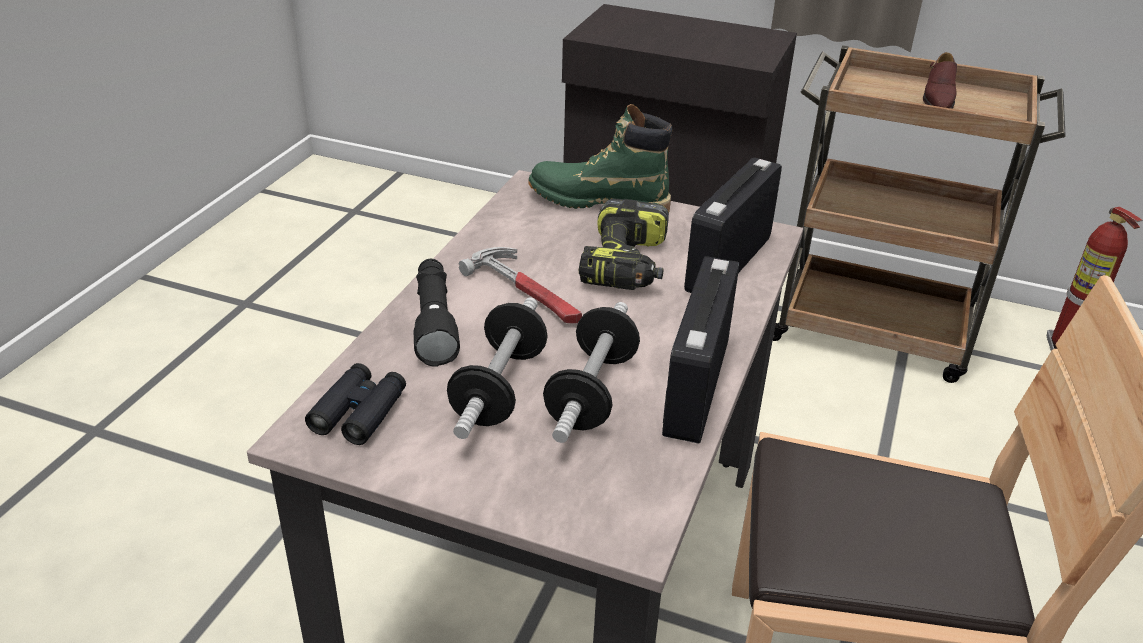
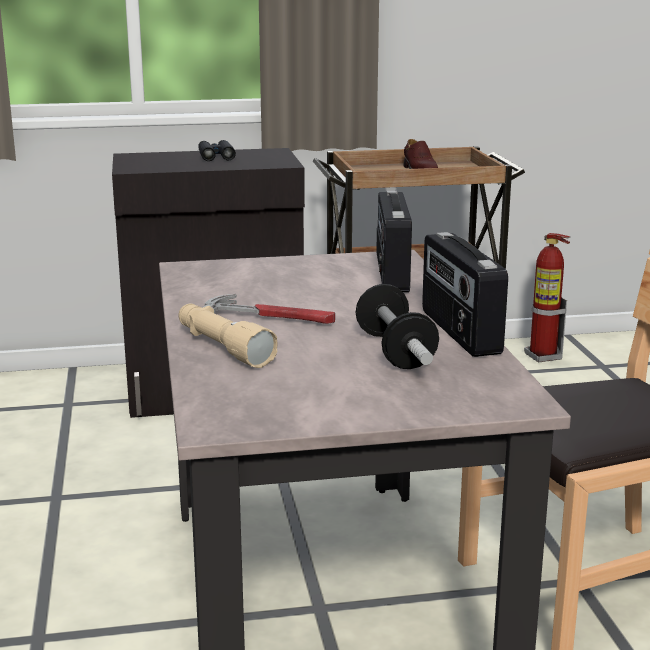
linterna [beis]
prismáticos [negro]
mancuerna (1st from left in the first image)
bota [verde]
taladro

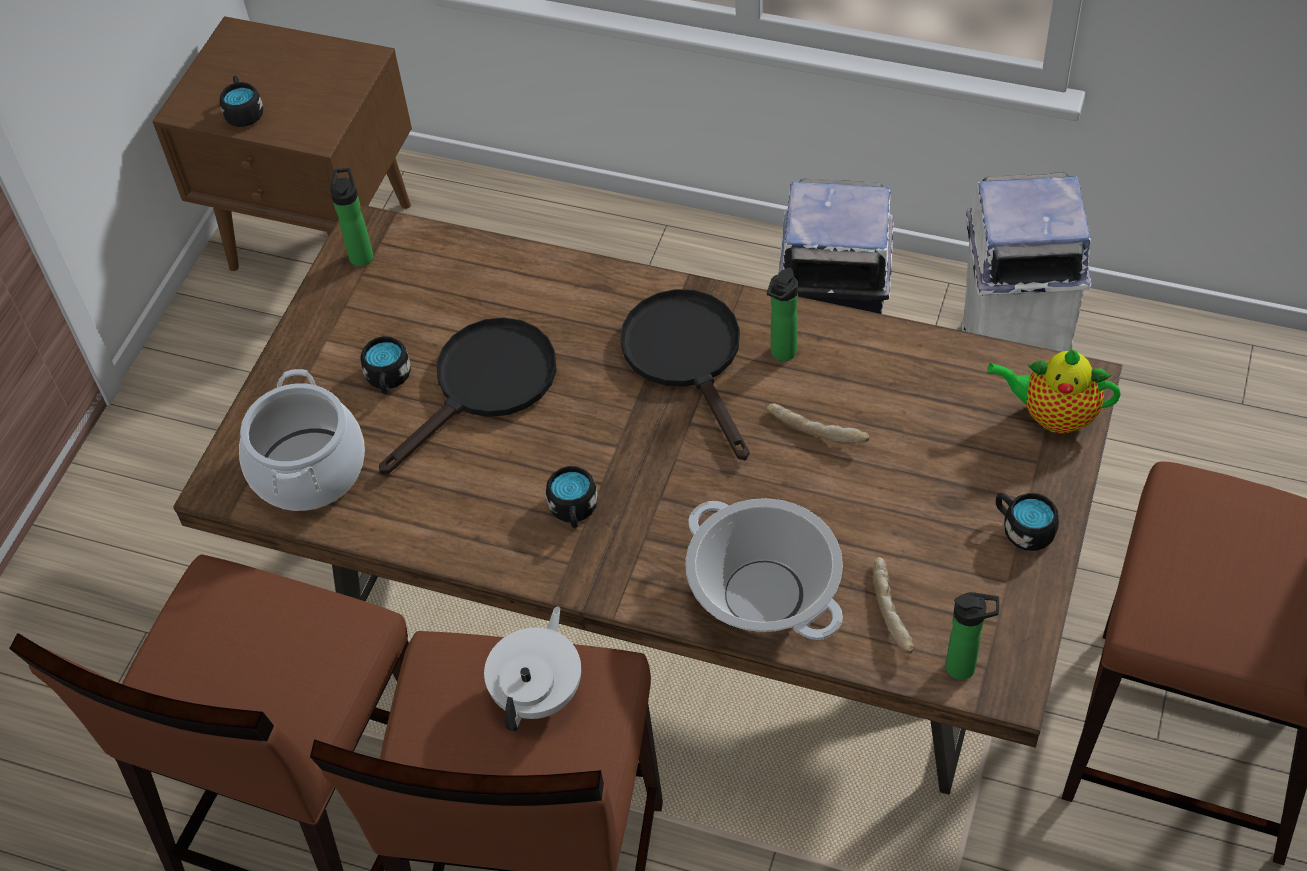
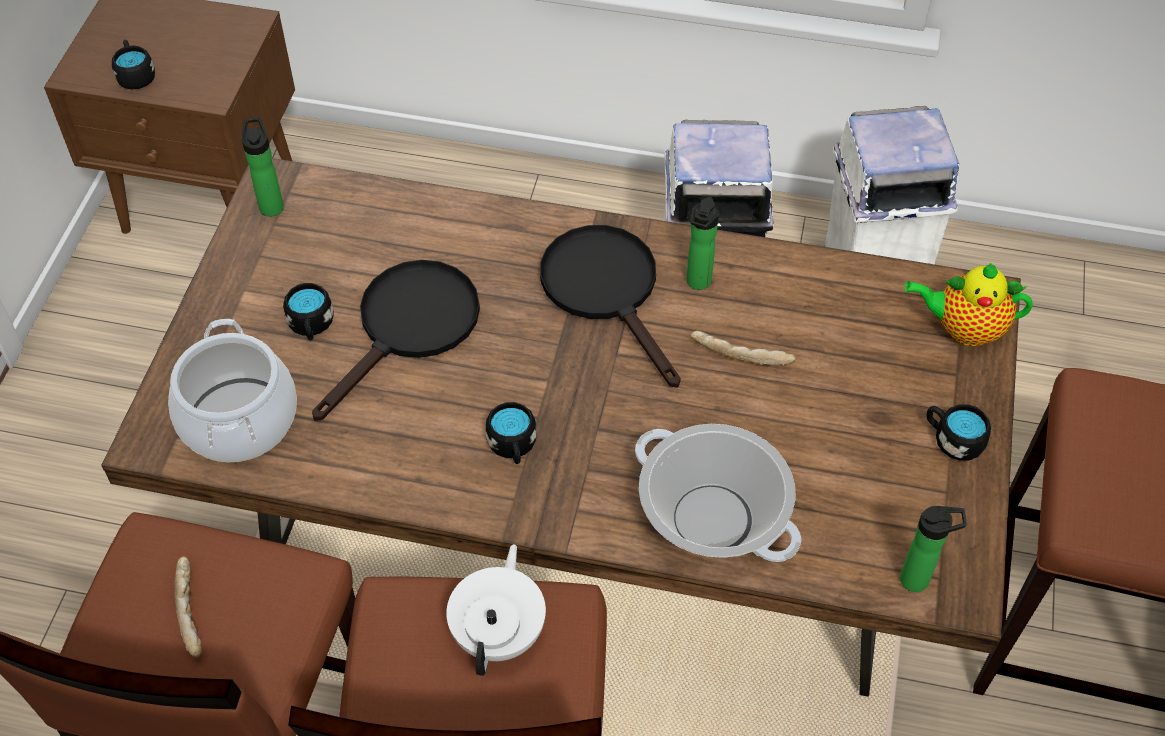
pan (1st from left)

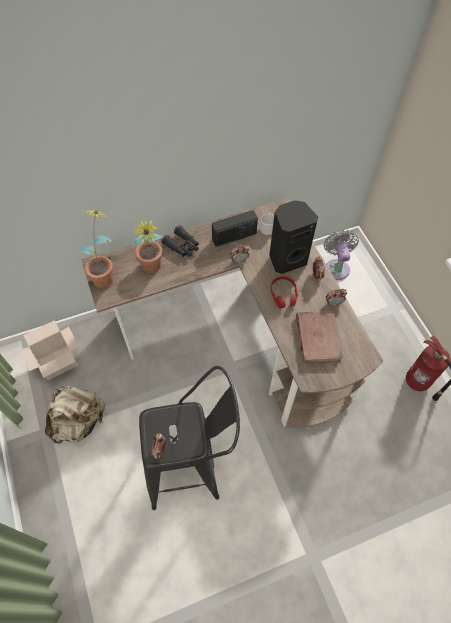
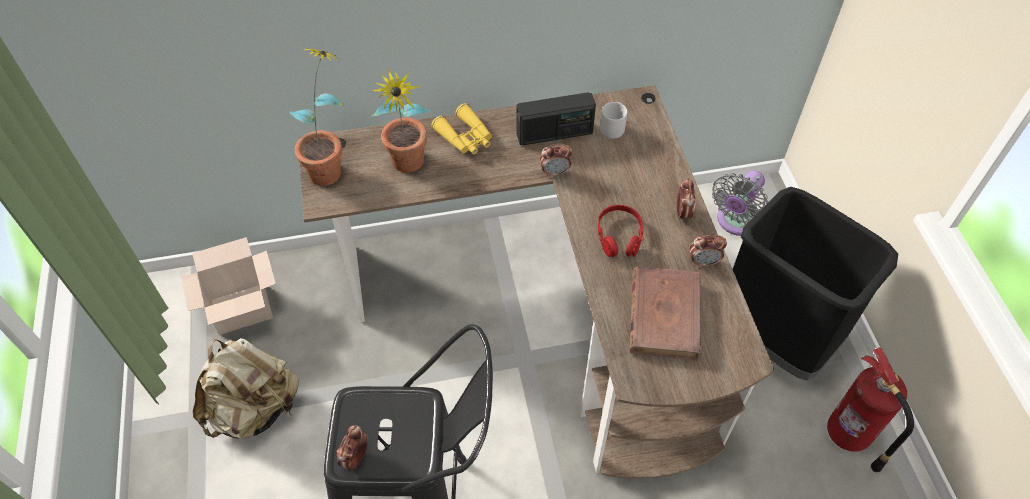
prismáticos [amarillo]
ventilador [gris]
papelera [negro]
altavoz [negro]

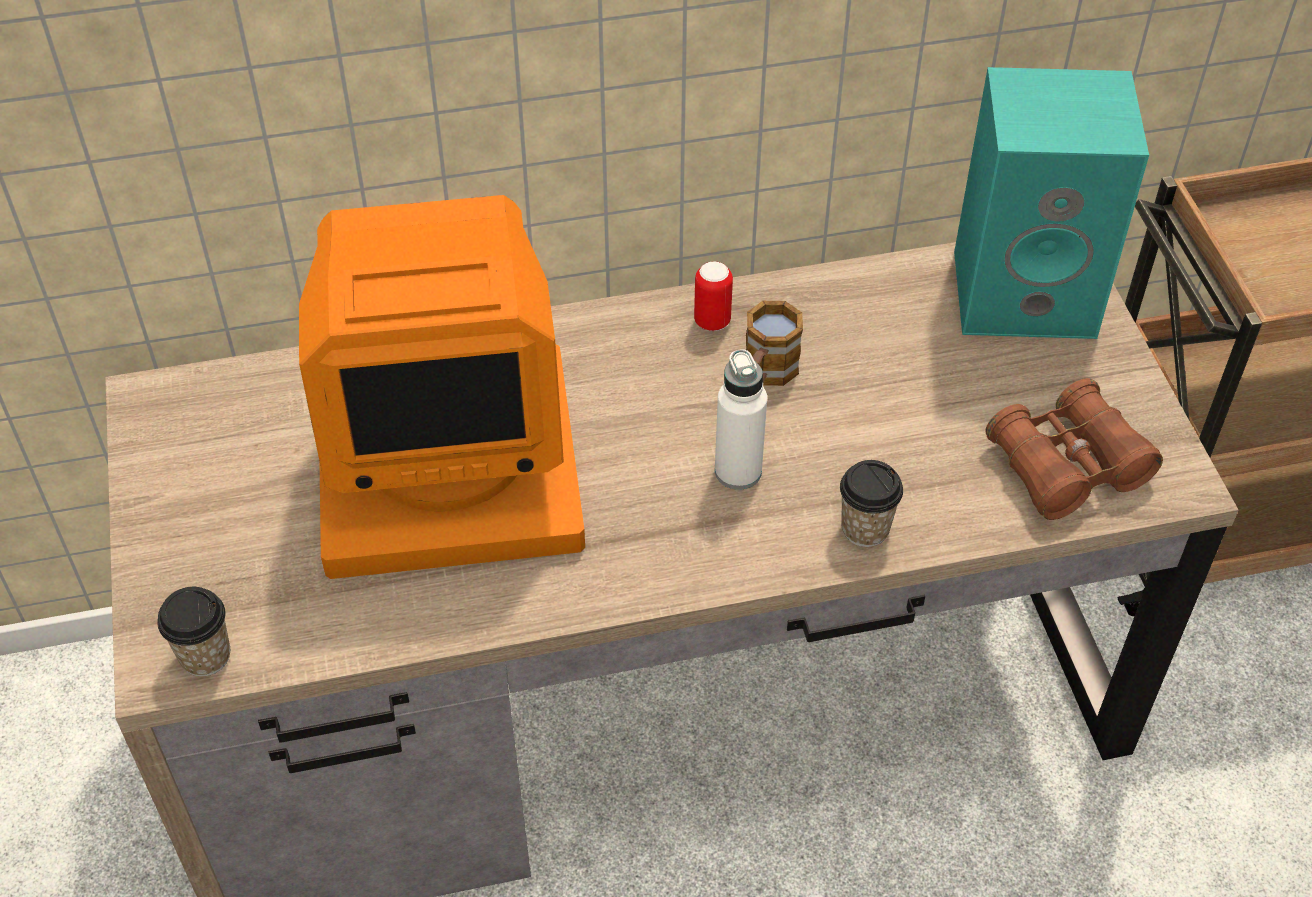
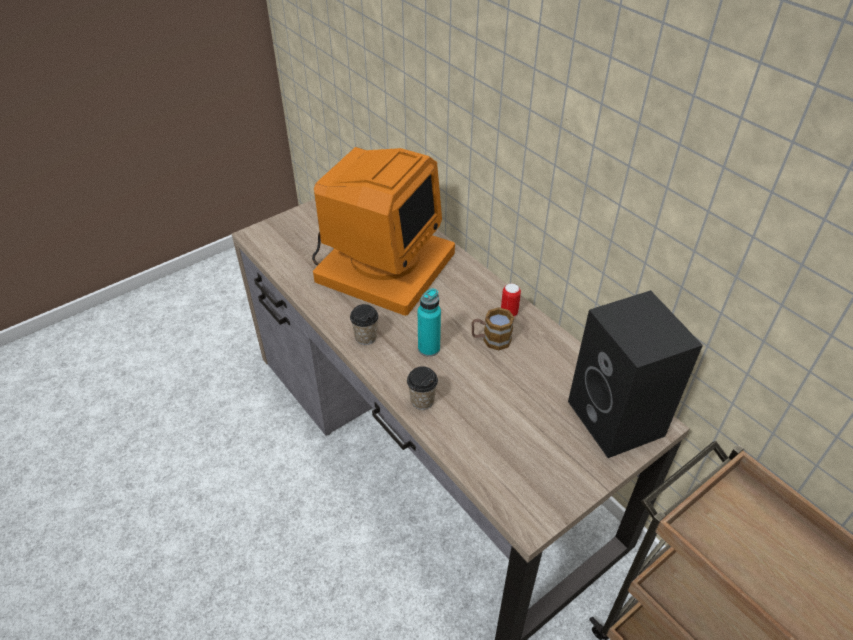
monitor
taza (1st from left)
botella [turquesa]
altavoz [negro]
prismáticos [marrón]

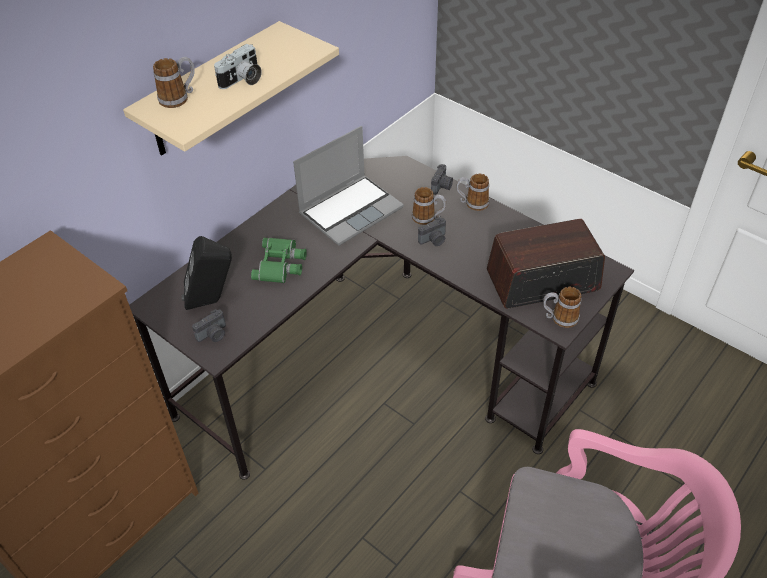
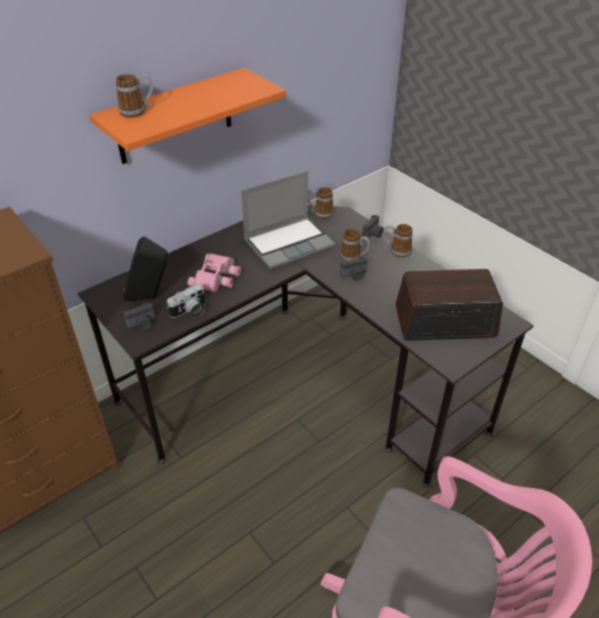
estante [naranja]
cámara (2nd from left)
prismáticos [rosa]
taza grande (2nd from left)

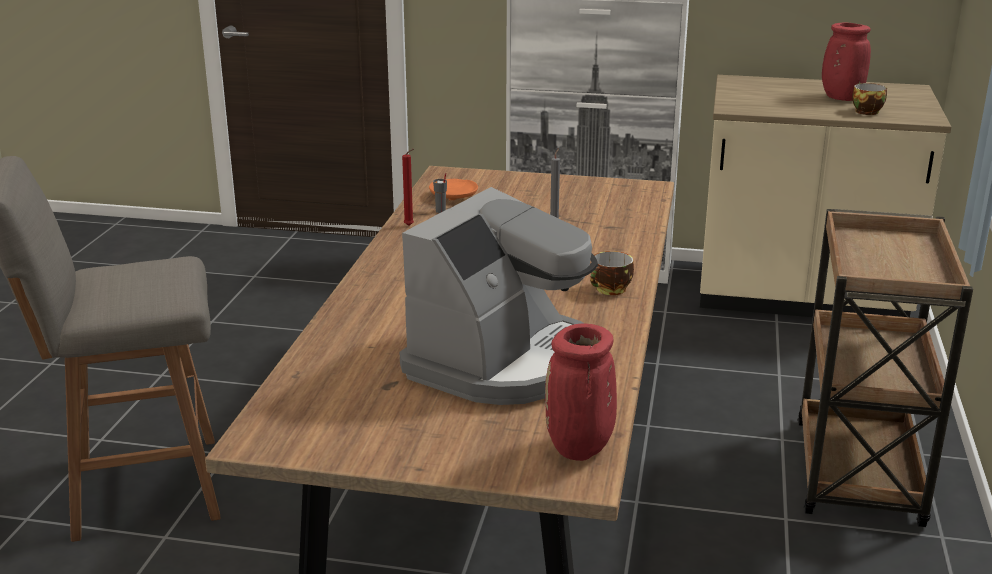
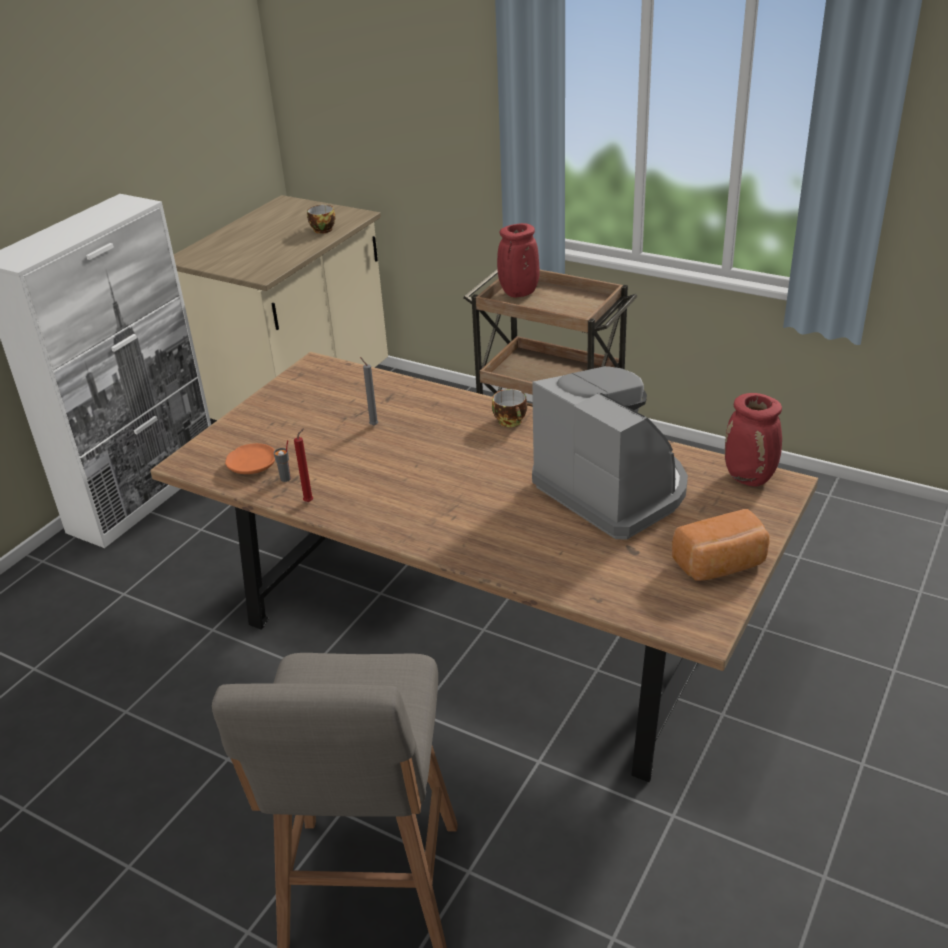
florero [rojo] (1st from left)
pan

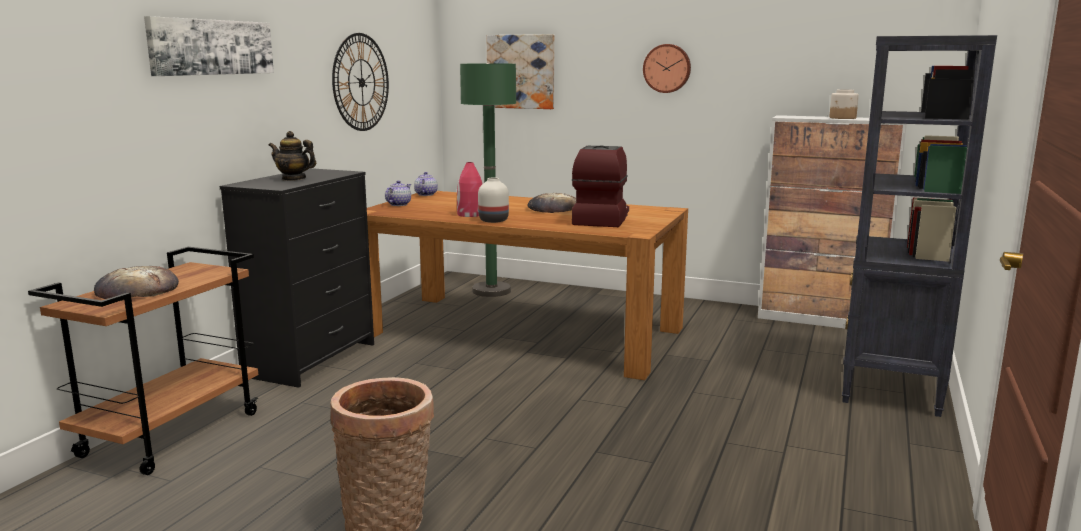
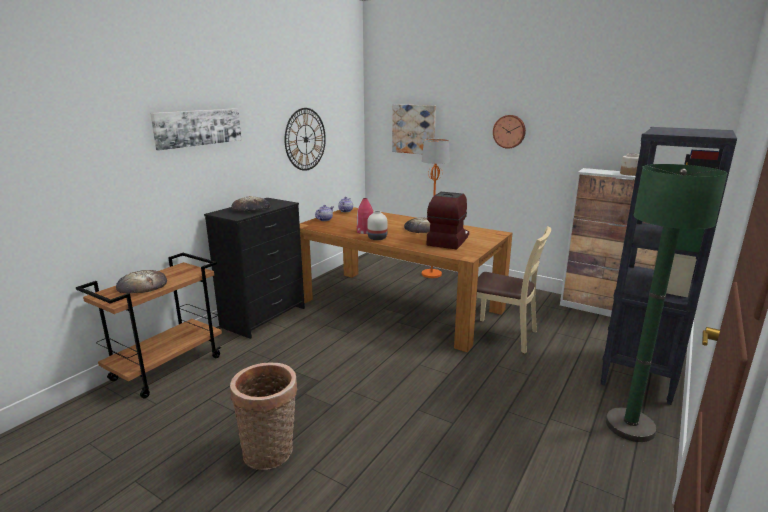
pan (2nd from left)
lámpara de pie [naranja]
silla [beis]
lámpara de pie [verde]

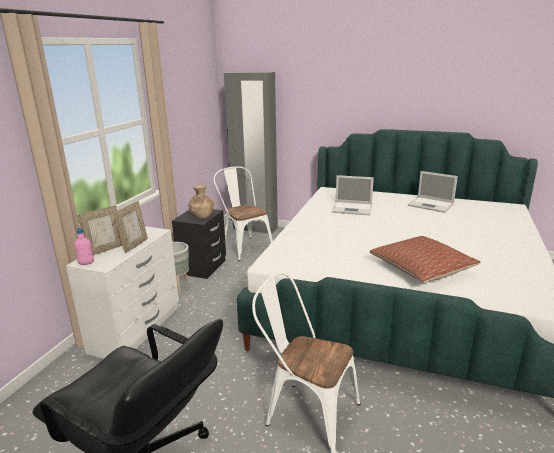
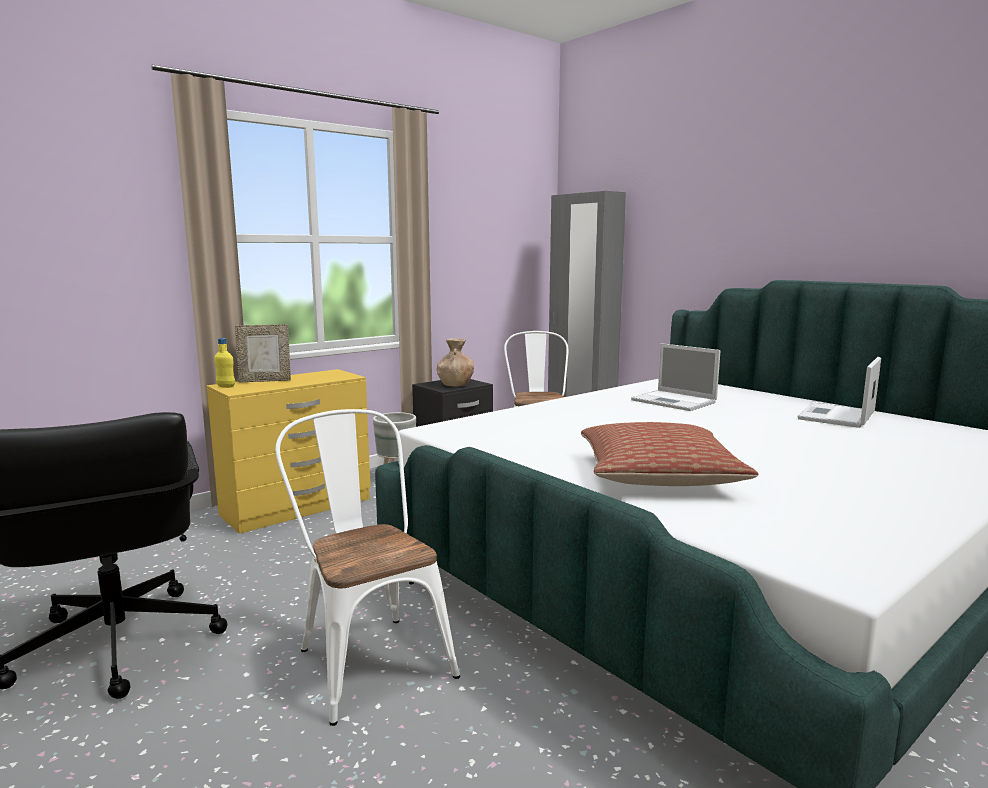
cómoda [amarillo]
botella [amarillo]
portátil (2nd from left)
portarretratos (2nd from left in the first image)

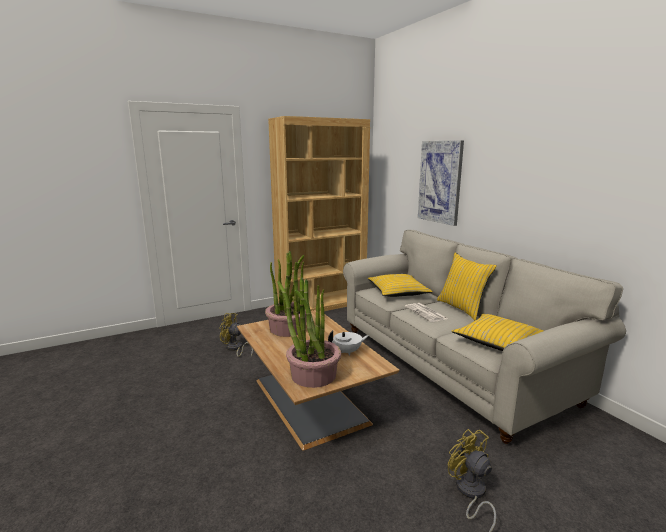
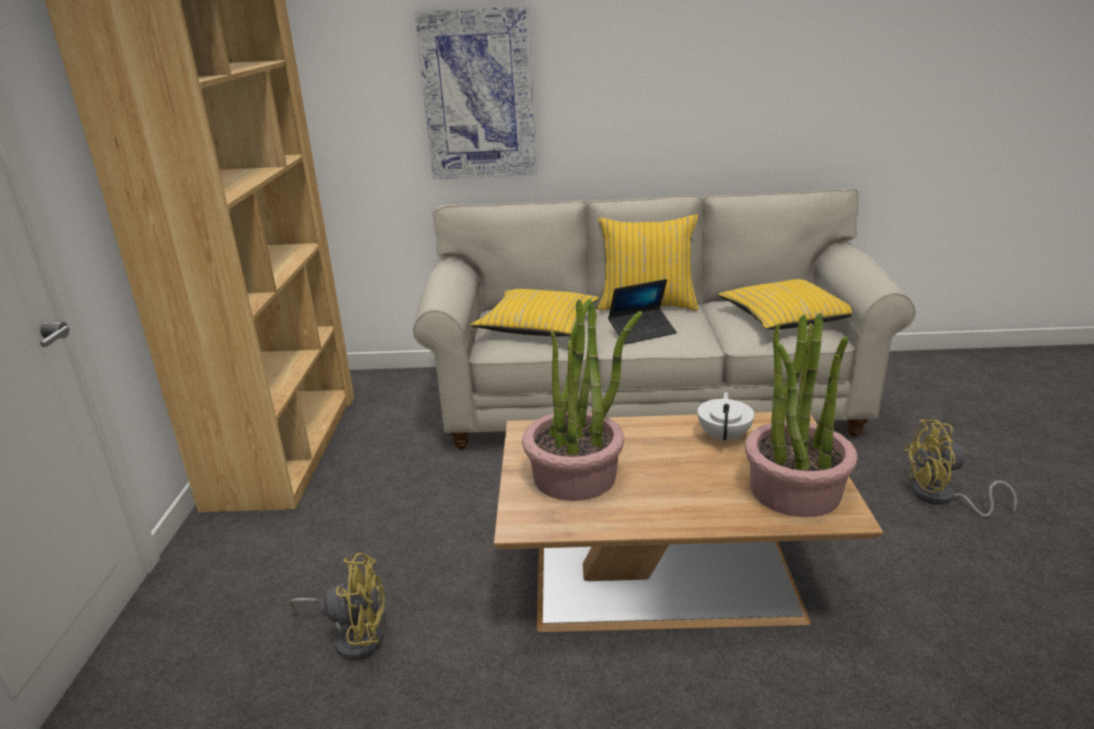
ventilador [amarillo] (1st from left)
portátil

